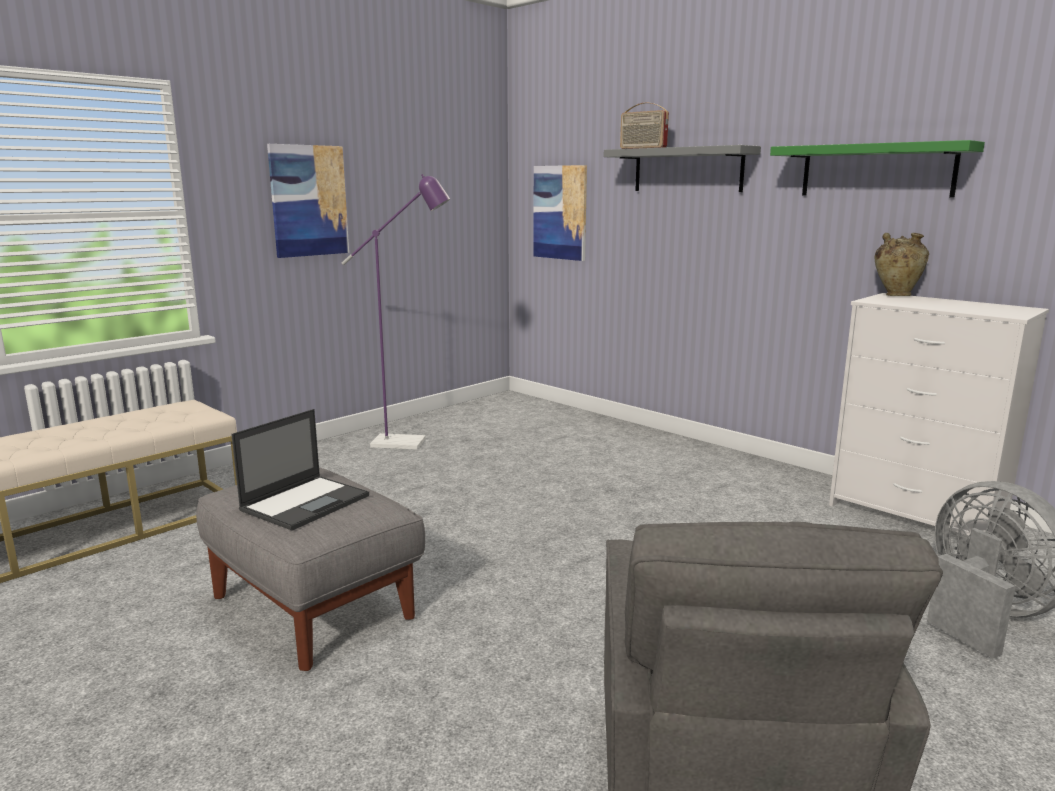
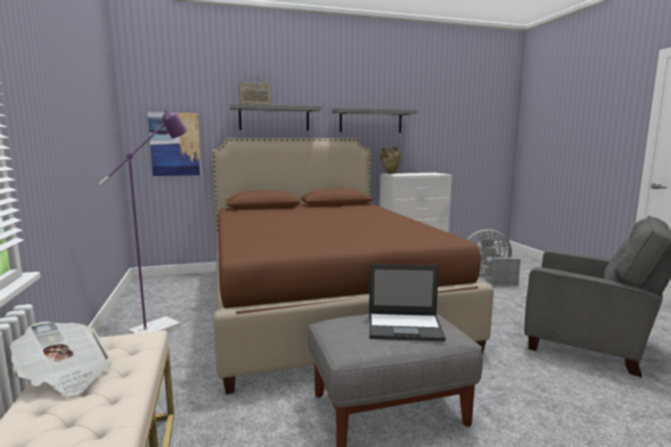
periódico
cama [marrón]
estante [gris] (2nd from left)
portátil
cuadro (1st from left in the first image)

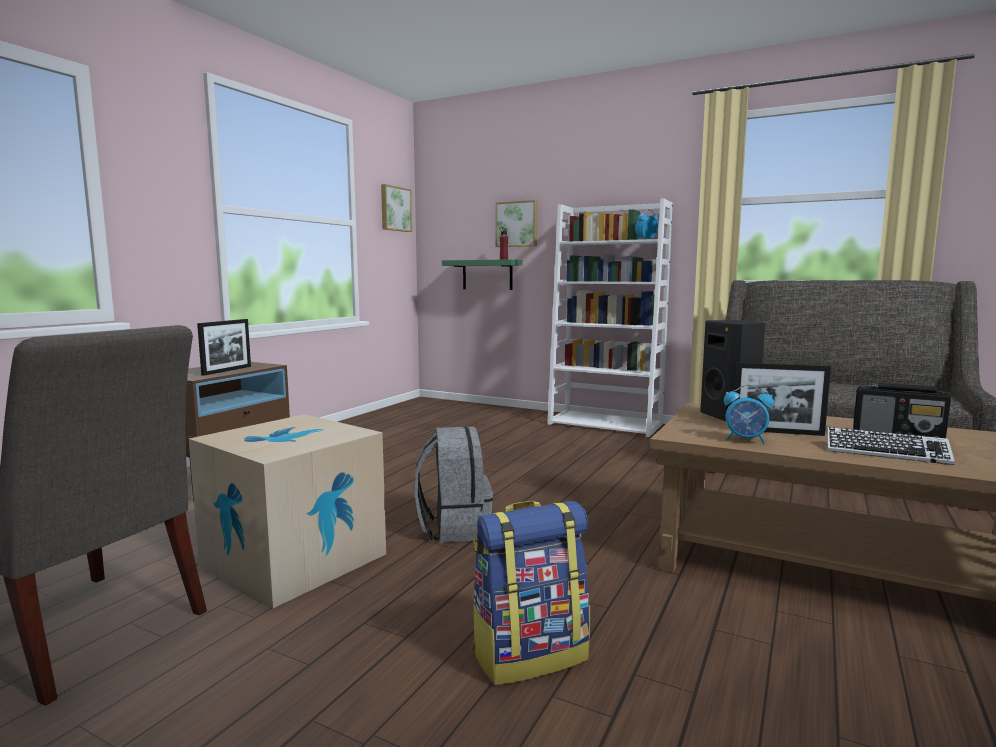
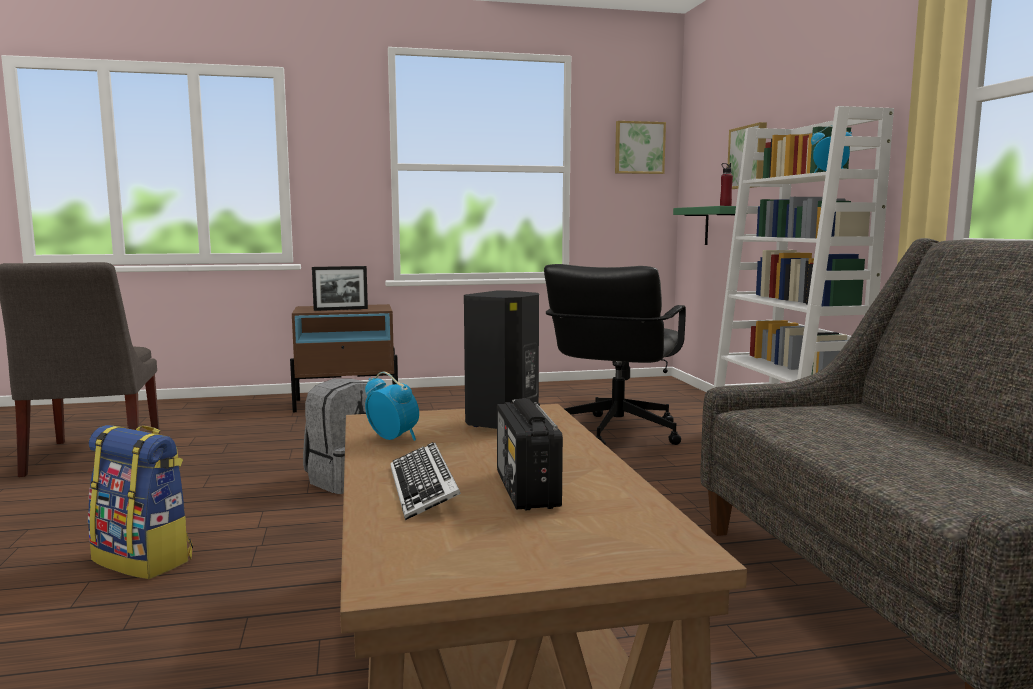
despertador (1st from left)
silla de oficina [negro]
caja de cartón
portarretratos (2nd from left in the first image)

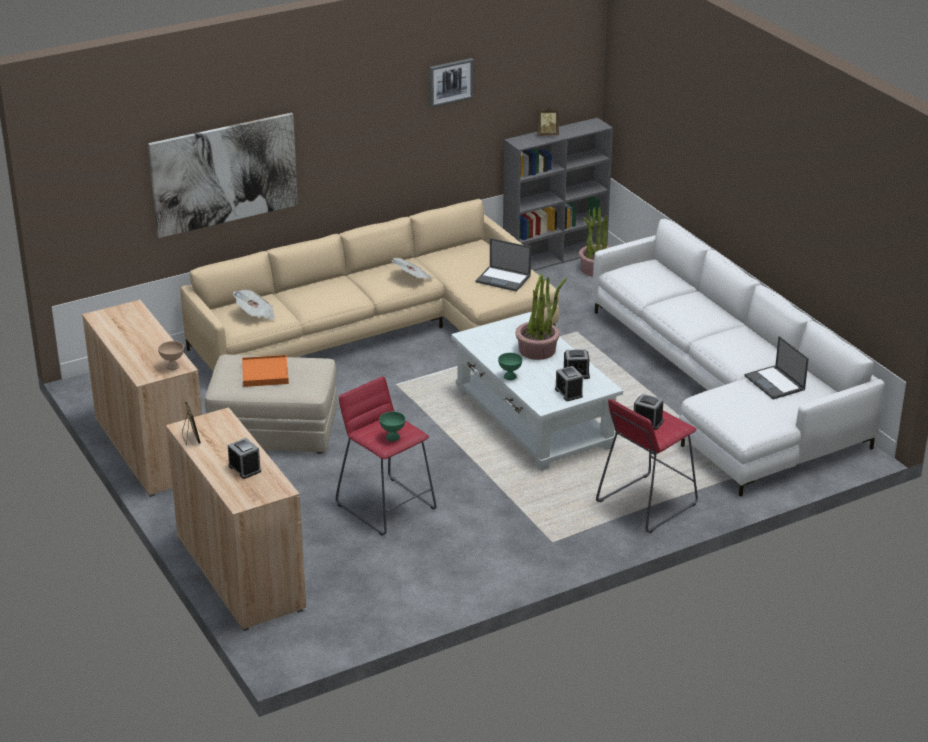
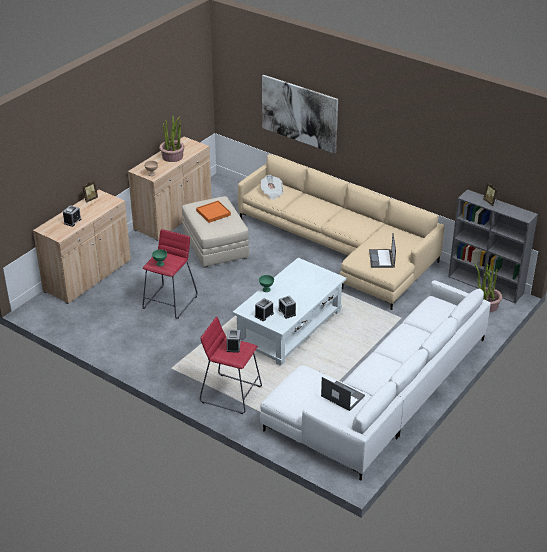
planta en maceta (1st from left)
portátil (1st from left)
periódico (2nd from left in the first image)
cuadro (2nd from left in the first image)

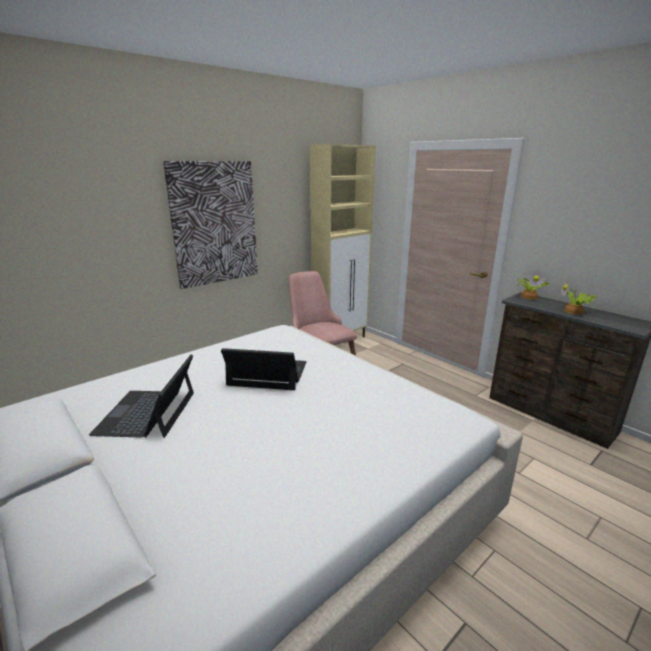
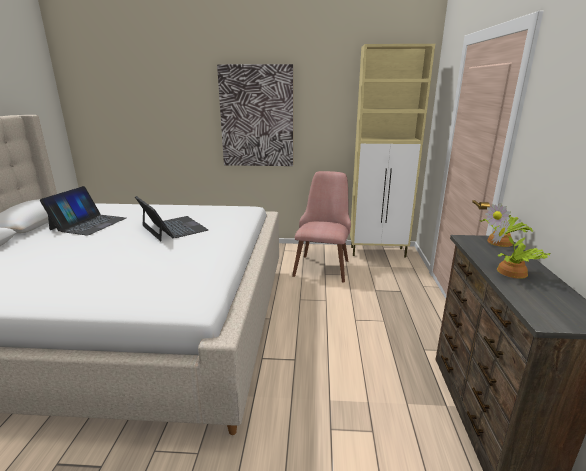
portátil (1st from left)

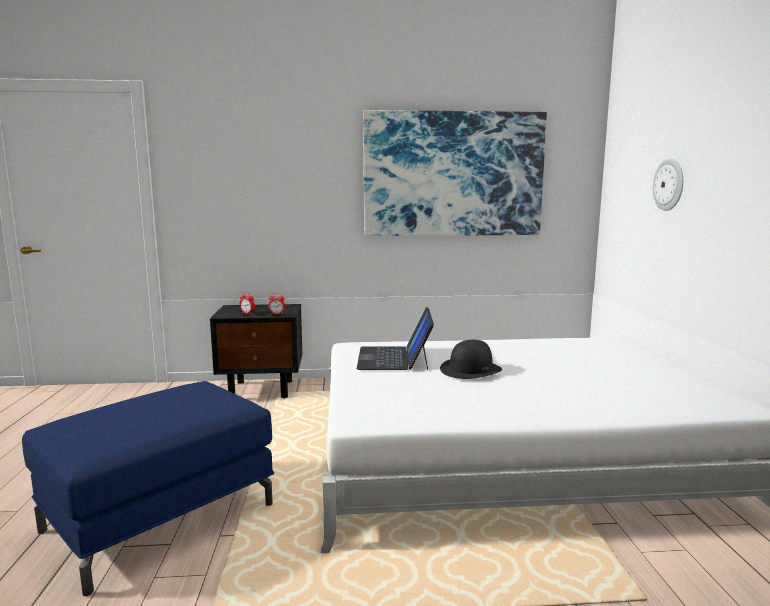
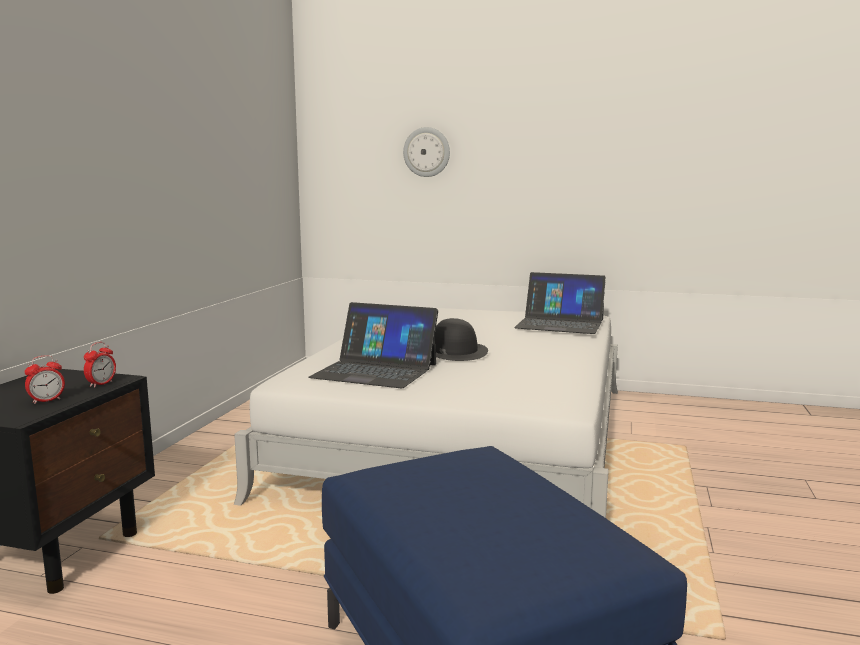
portátil (2nd from left)
cuadro

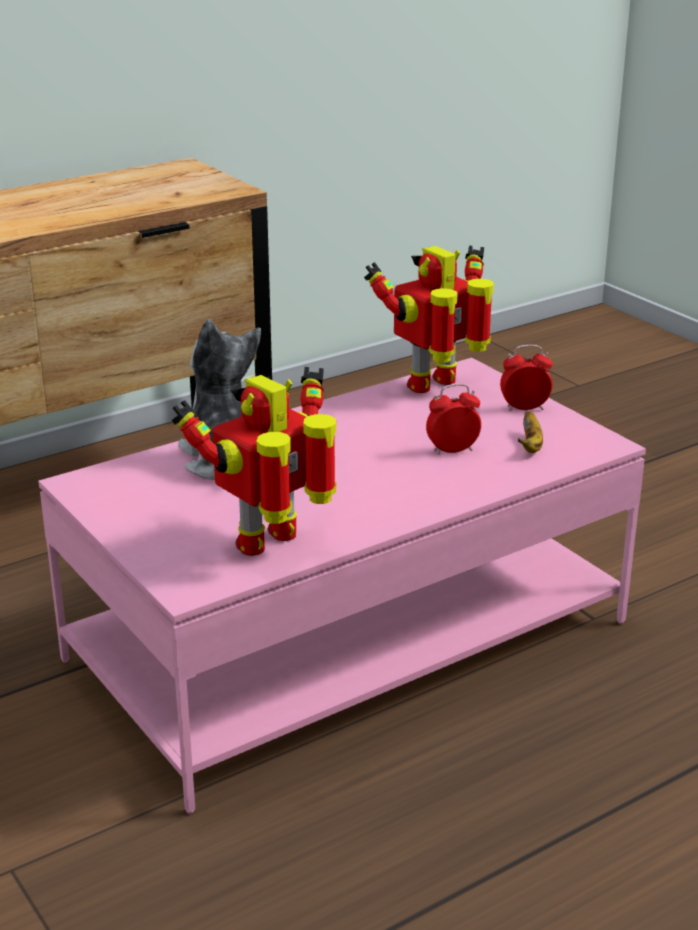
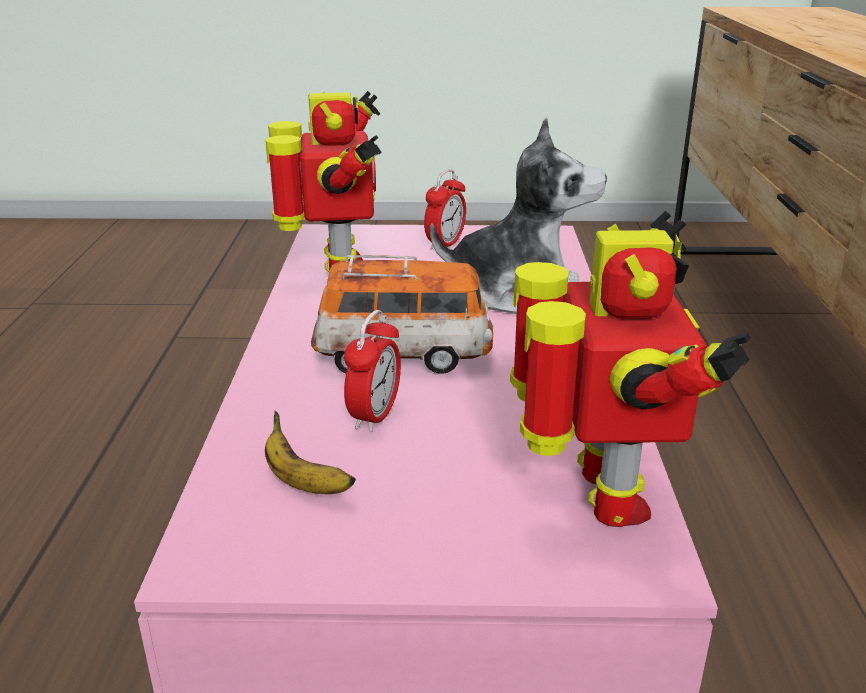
coche de juguete
despertador (2nd from left)

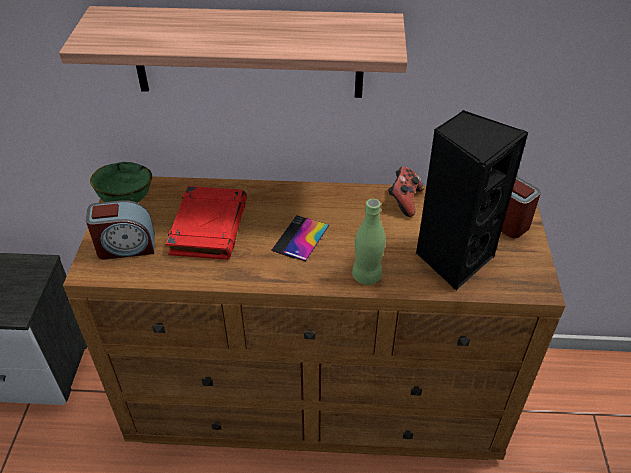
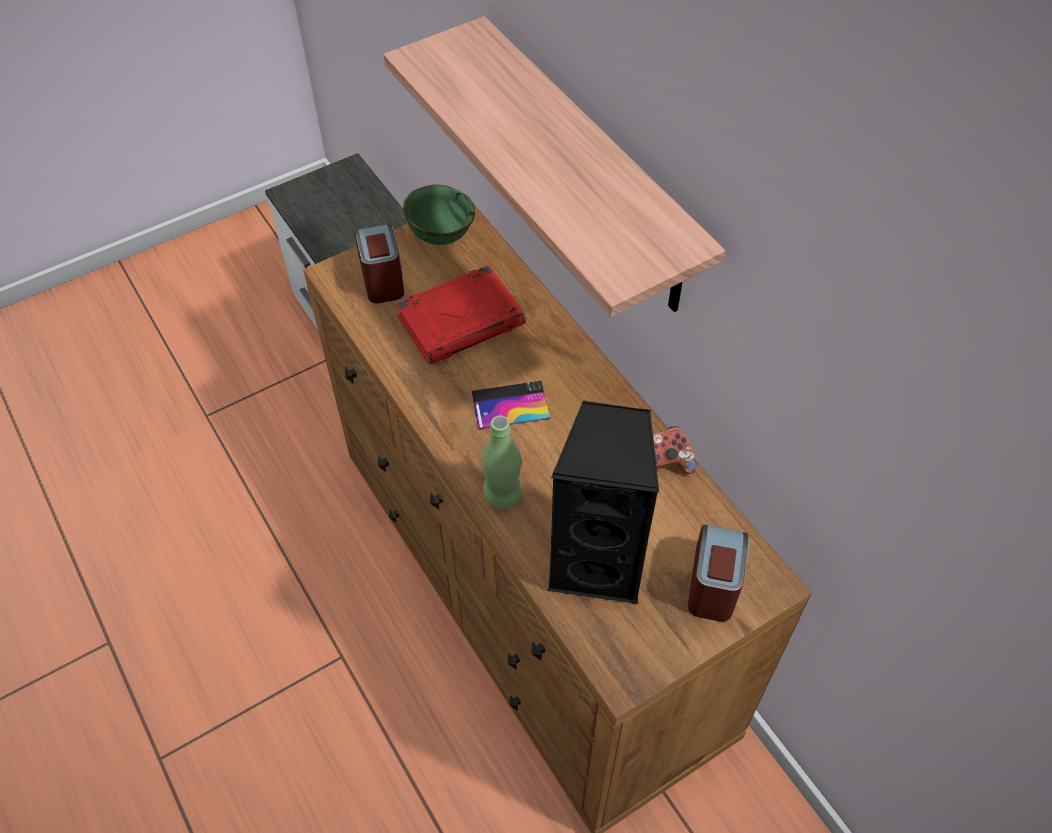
despertador (1st from left)

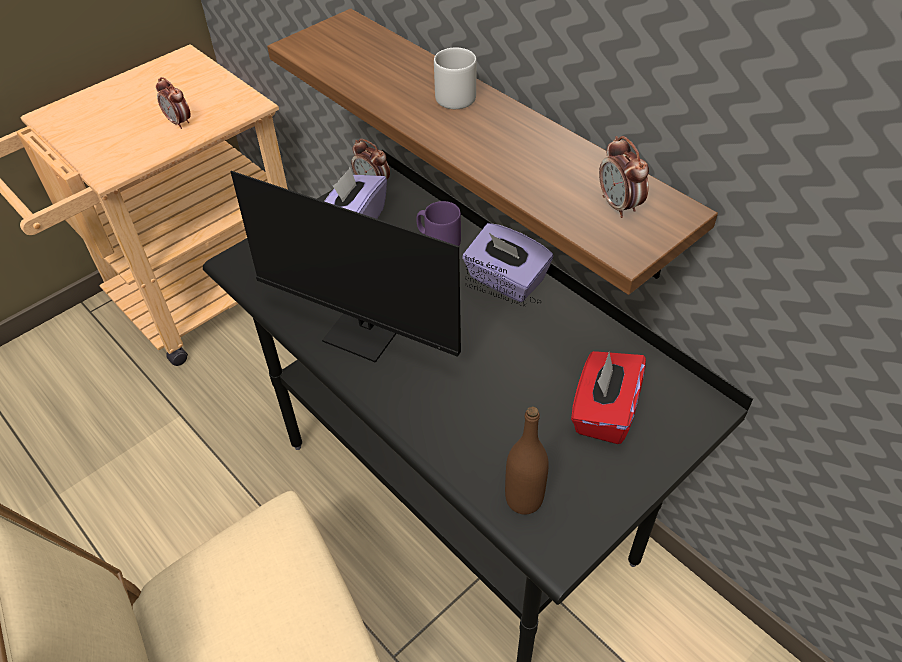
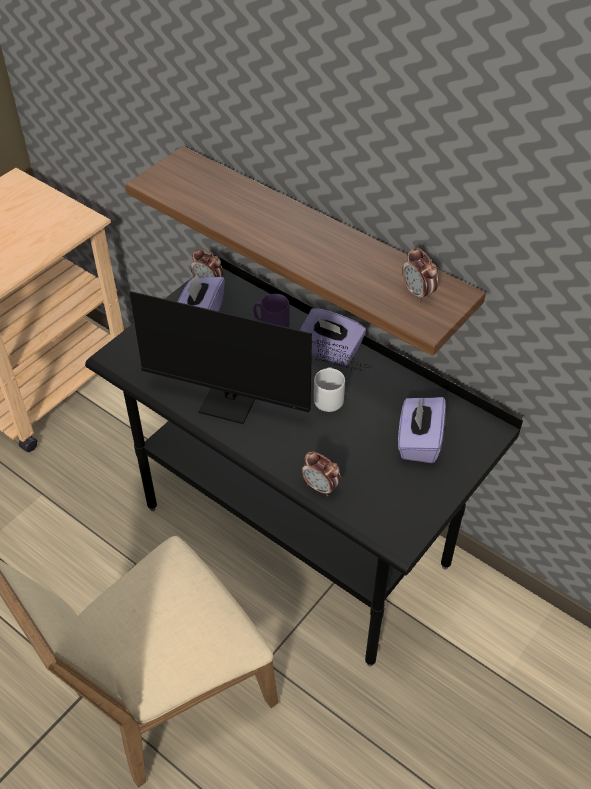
despertador (2nd from left)
taza grande [gris]
caja de pañuelos [morado] (3rd from left)
botella [marrón]

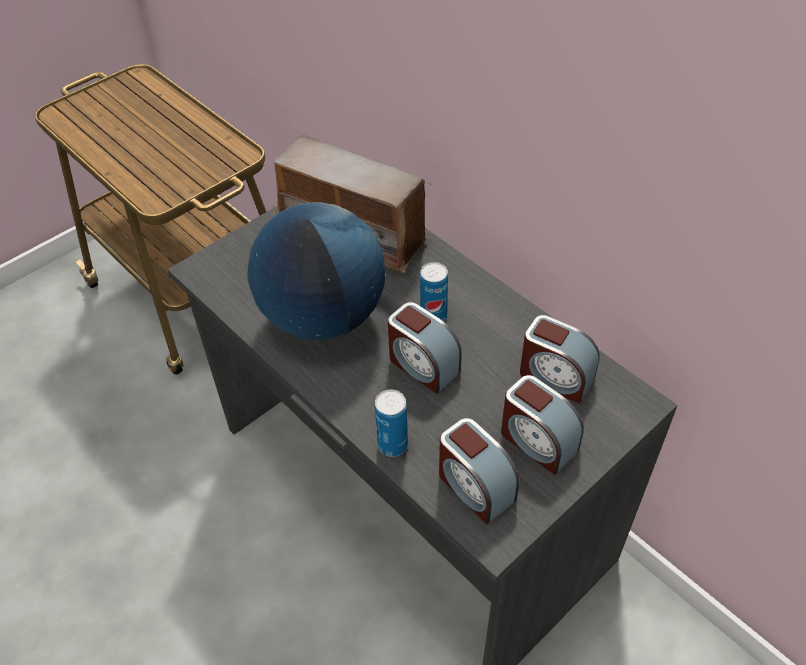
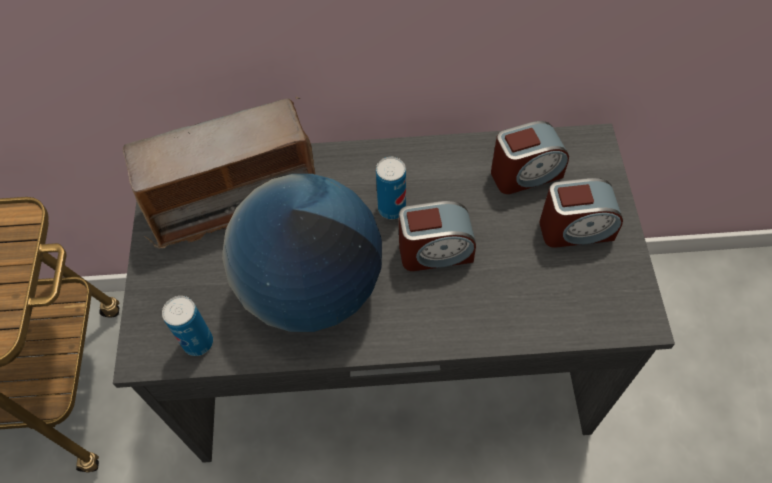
lata (1st from left)
despertador (2nd from left in the first image)

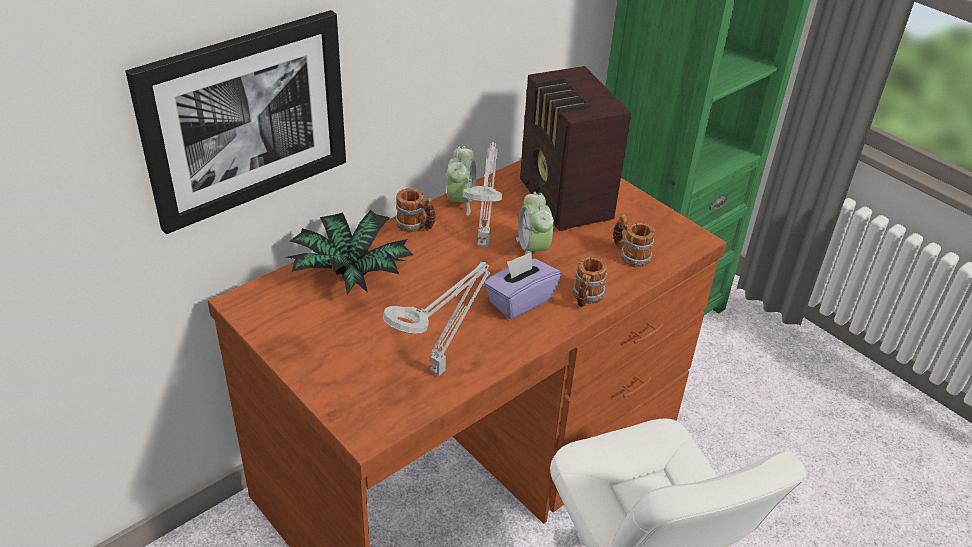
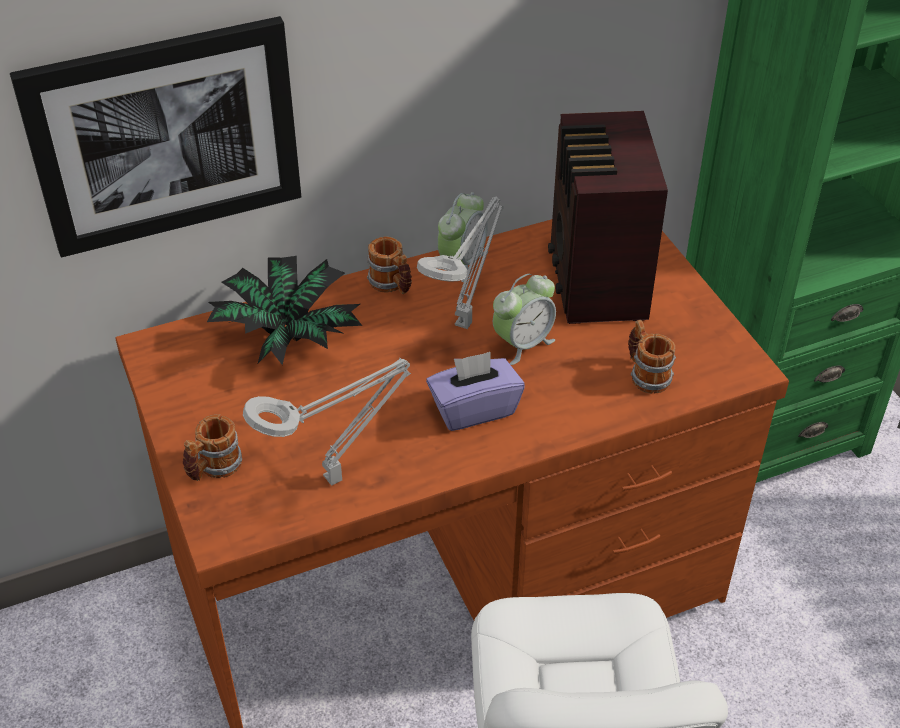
taza grande (1st from left)
despertador (2nd from left)

